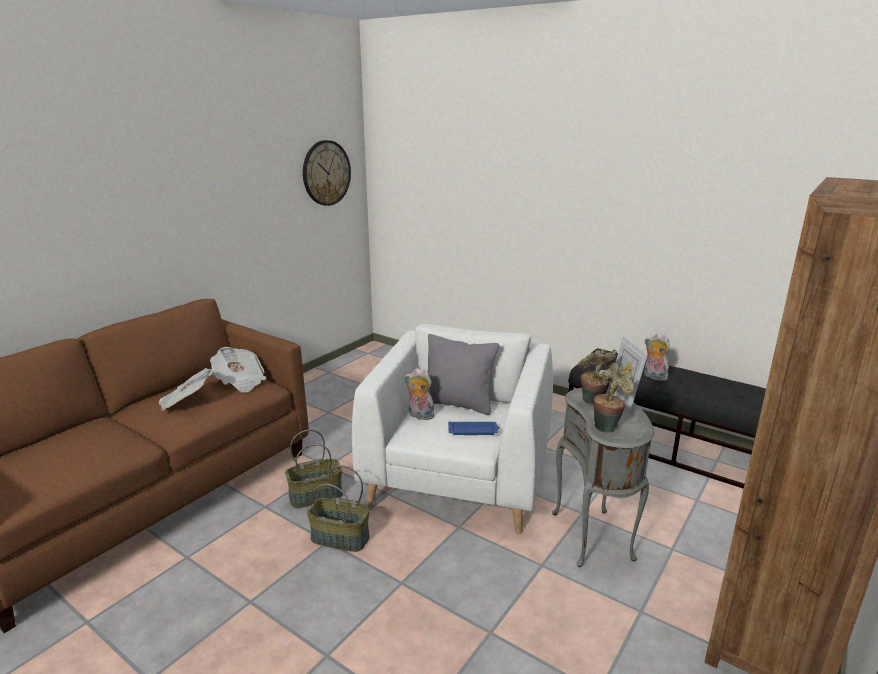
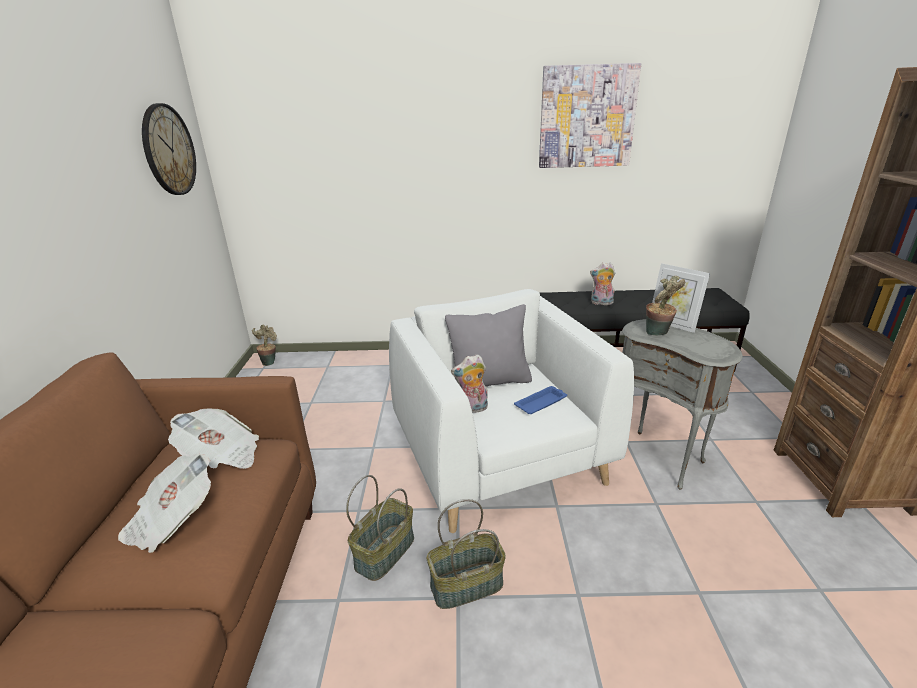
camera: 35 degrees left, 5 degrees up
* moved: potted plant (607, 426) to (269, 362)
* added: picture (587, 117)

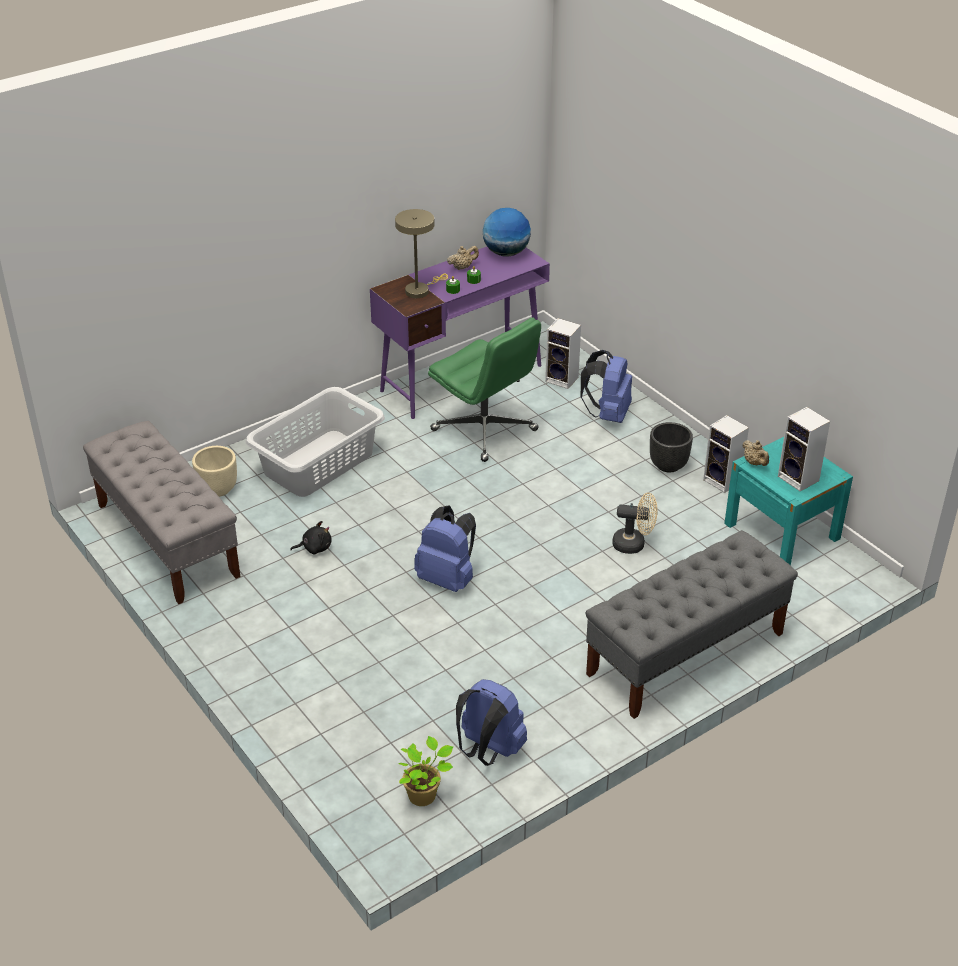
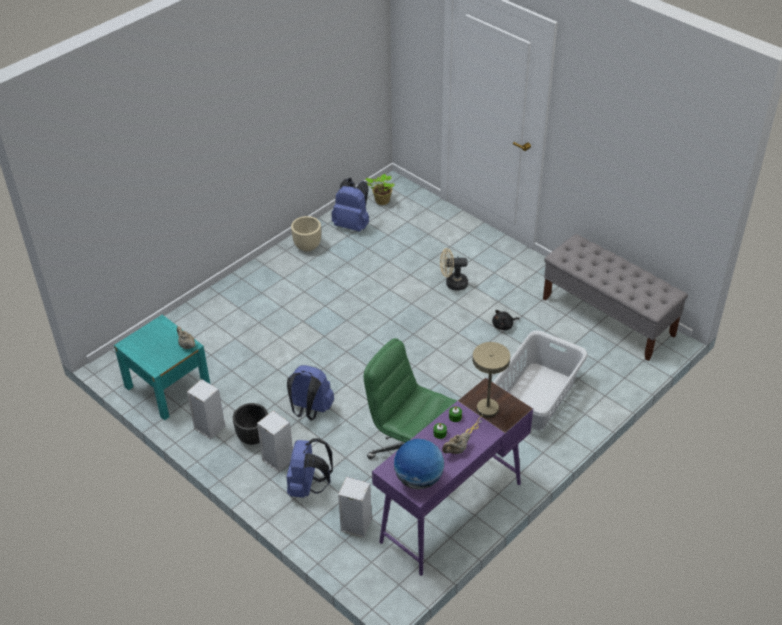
camera: 170 degrees right, 5 degrees up
* moved: speaker (800, 479) to (276, 459)
* moved: blue backpack (448, 579) to (310, 410)
* moved: beige planter (217, 489) to (308, 246)
* moved: beige fan (634, 544) to (452, 284)
* removed: grey bench (685, 654)

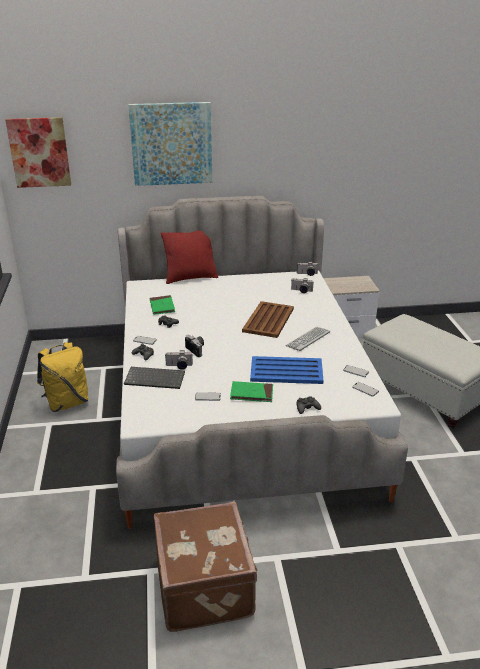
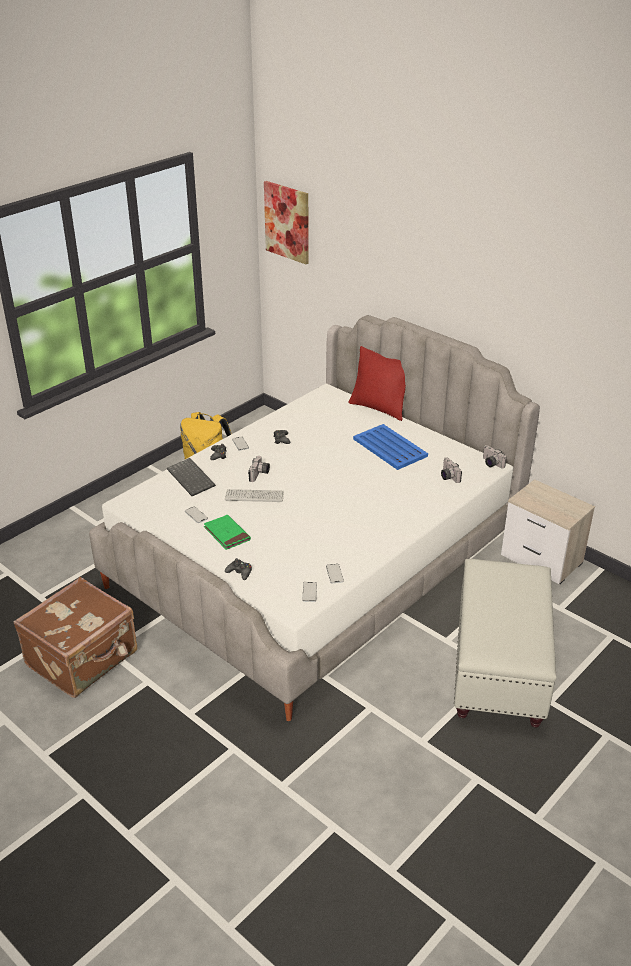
camera: 50 degrees right, 5 degrees up
* moved: keyboard (308, 339) to (254, 496)
* moved: blue tray (285, 371) to (389, 447)
* removed: picture (171, 144)
* removed: green book (162, 307)
* removed: photo camera (179, 366)
* removed: brown tray (268, 320)

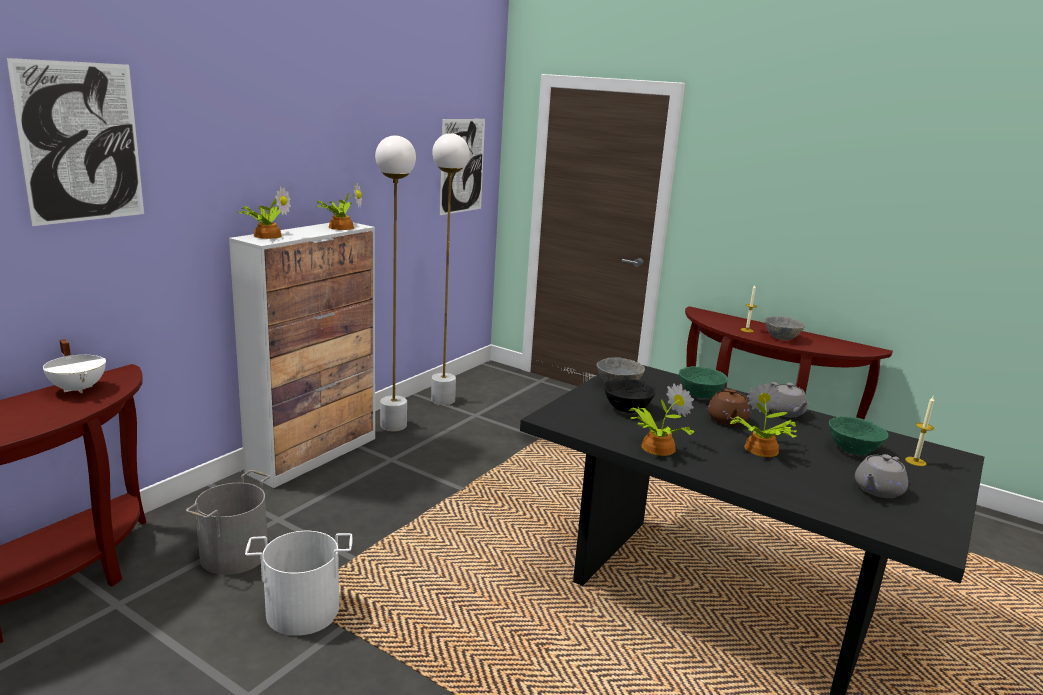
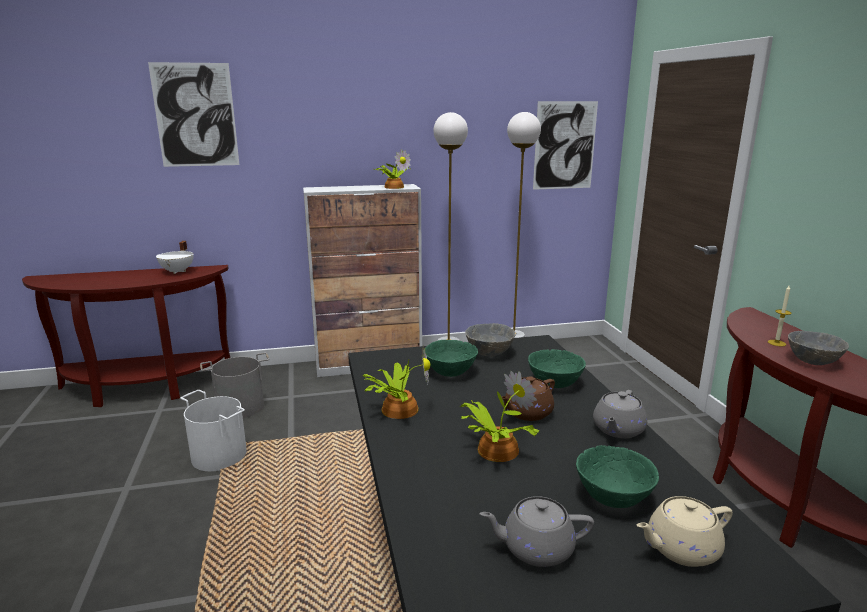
camera: 45 degrees right, 0 degrees up
* recoloured: black bowl (627, 409) to green bowl (450, 372)
* replaced: candle (915, 461) to beige teapot (680, 549)
* removed: potted plant (267, 235)

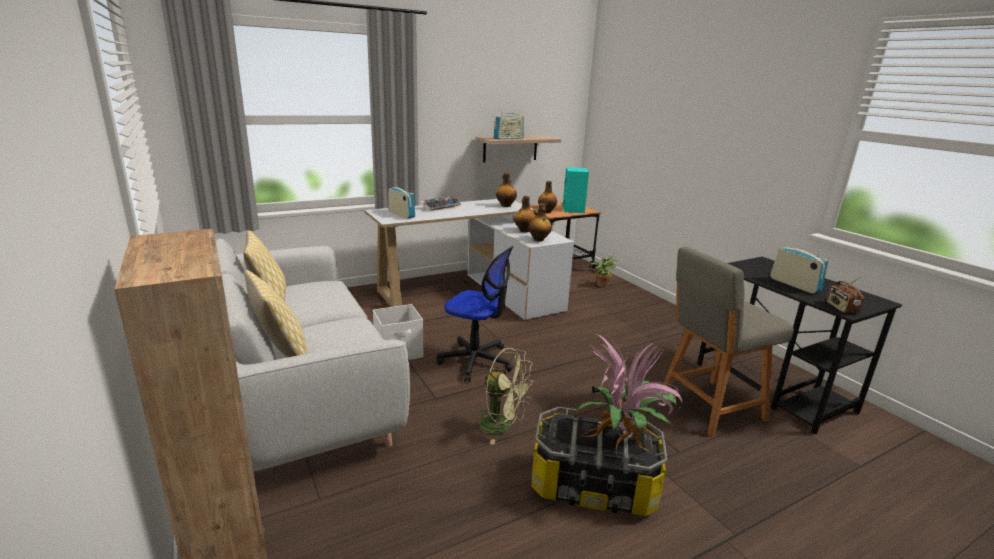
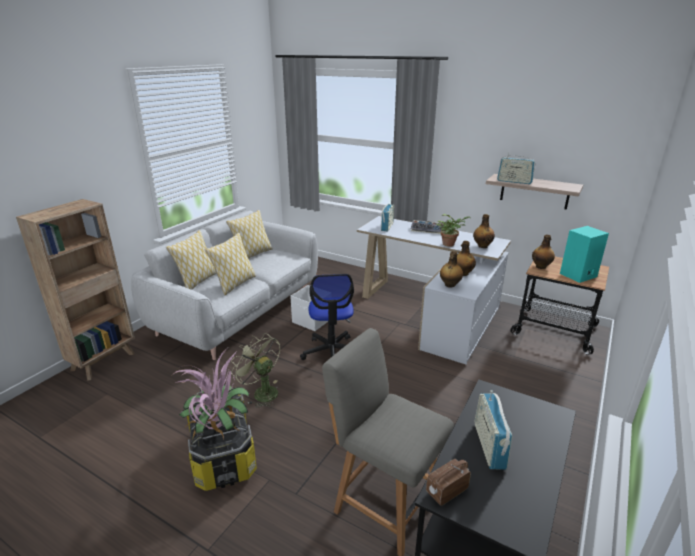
camera: 60 degrees right, 5 degrees up
* added: pillow (235, 284)
* turned: green fan (502, 427) = (261, 392) 135 degrees clockwise
* moved: potted plant (602, 284) to (450, 244)
* turned: radio (794, 285) = (489, 445) 150 degrees clockwise

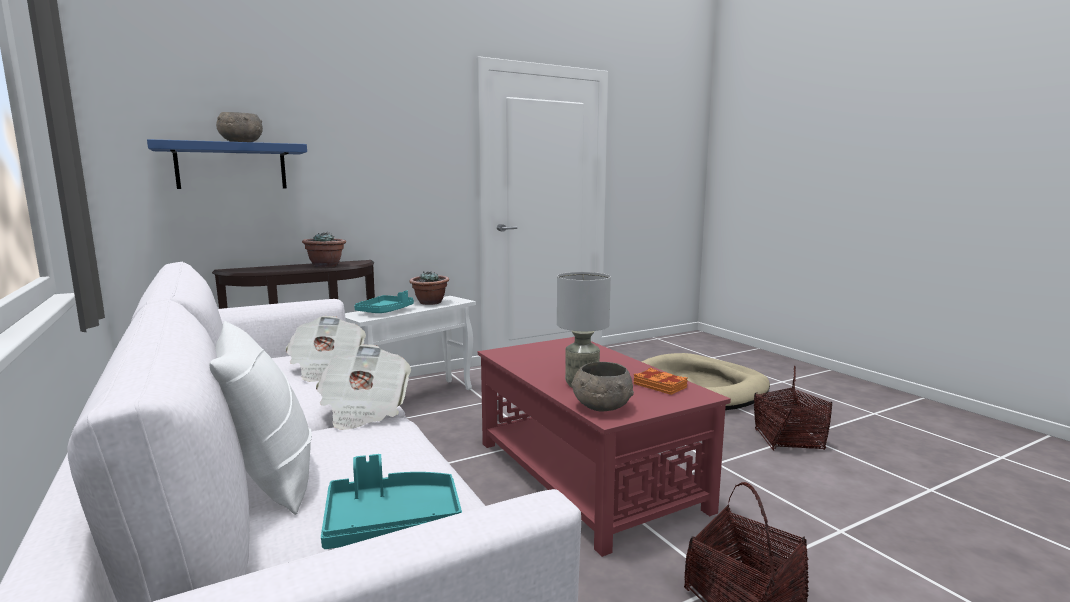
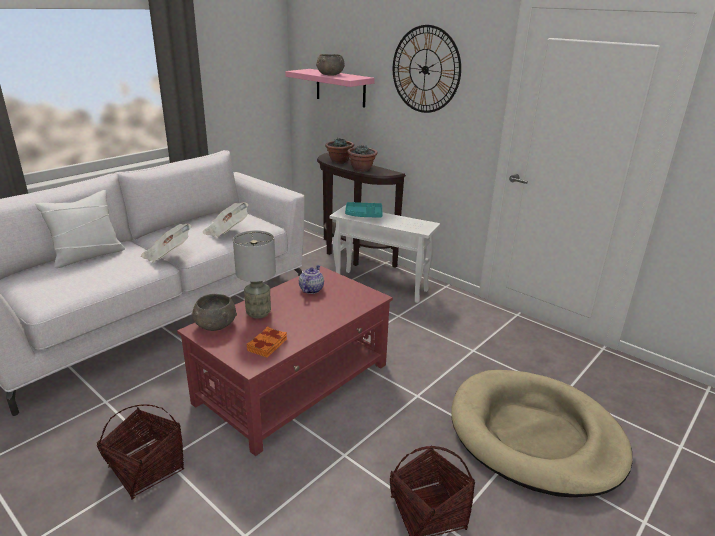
camera: 70 degrees right, 15 degrees up
* recoloured: blue shelf (231, 166) to pink shelf (340, 88)
* added: teapot (311, 289)
* moved: potted plant (430, 302) to (339, 161)
* added: wall clock (425, 70)
* removed: turquoise tray (392, 523)

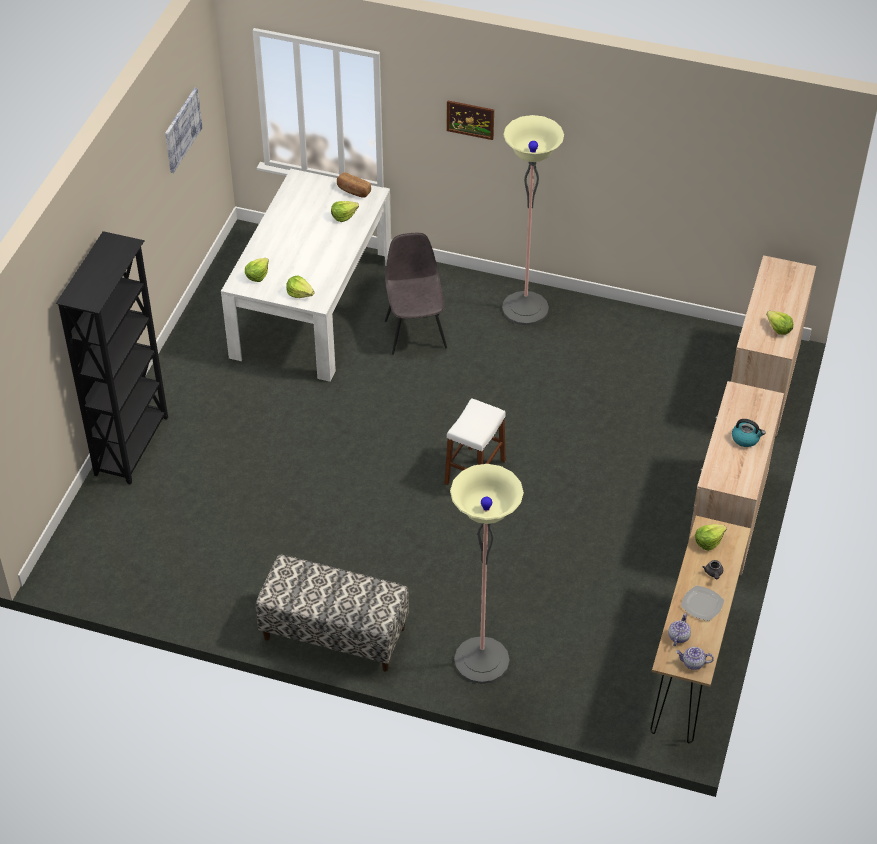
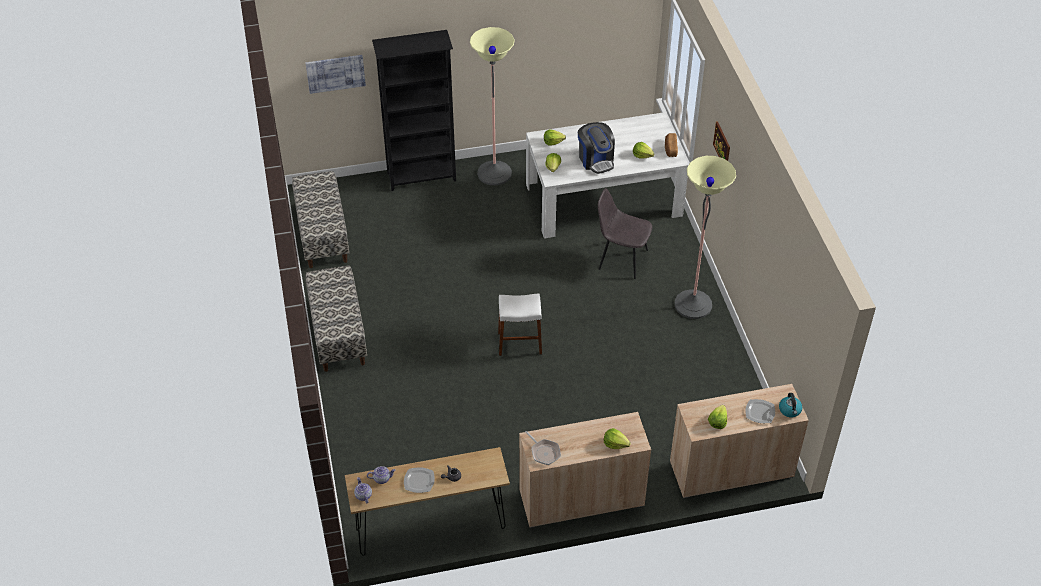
camera: 60 degrees right, 0 degrees up
* added: bench (322, 235)
* moved: picture (182, 129) to (335, 73)
* moved: floor lamp (481, 661) to (494, 173)
* added: frying pan (544, 452)
* added: coffee machine (596, 160)
* turned: grey chair (415, 333) = (621, 259) 120 degrees counterclockwise
* moved: lettuce (708, 541) to (615, 443)
* added: plate (760, 412)
* moved: kettle (746, 438) to (790, 410)

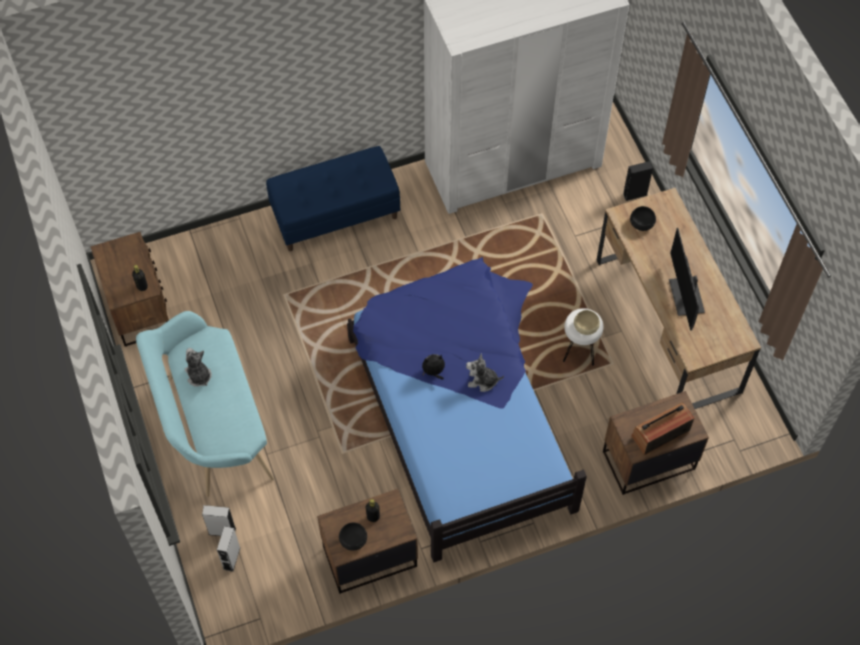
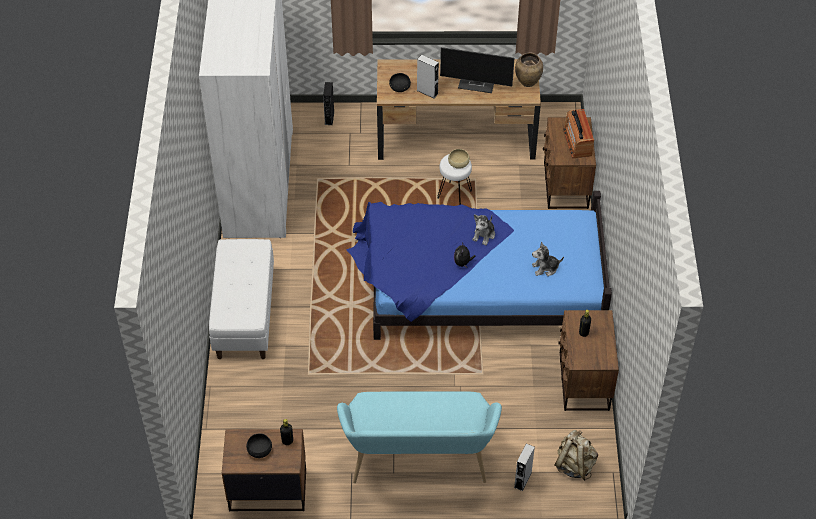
camera: 70 degrees left, 10 degrees down
* recoloured: blue bench (335, 214) to white bench (244, 314)
* moved: black bowl (353, 539) to (259, 450)
* moved: grey speaker (231, 558) to (427, 92)
* added: brown vase (527, 82)
* moved: plush toy (198, 375) to (545, 268)
* added: beige backpack (574, 465)

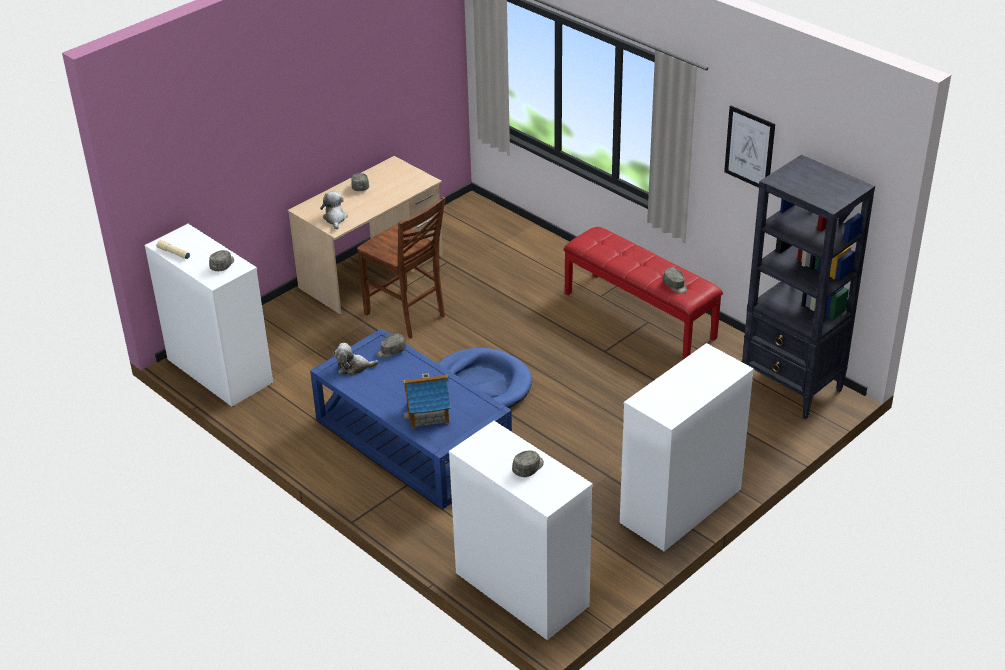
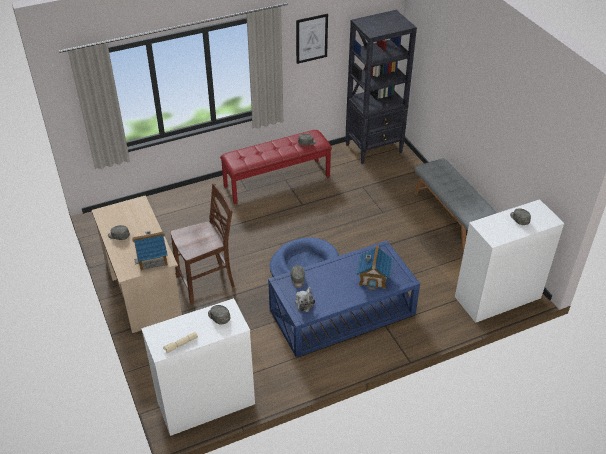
camera: 70 degrees left, 5 degrees up
* replaced: plush toy (335, 218) to toy house (152, 258)
* replaced: white dresser (680, 506) to grey bench (451, 216)

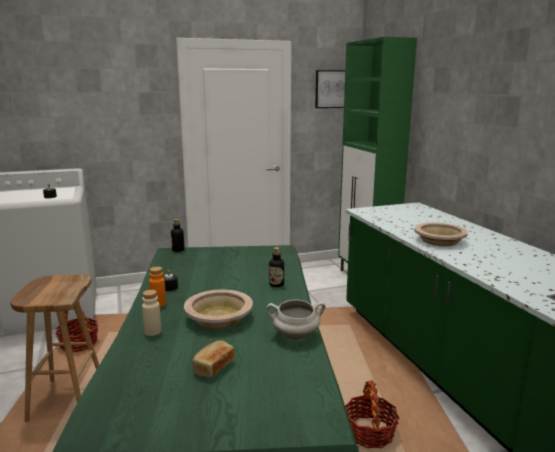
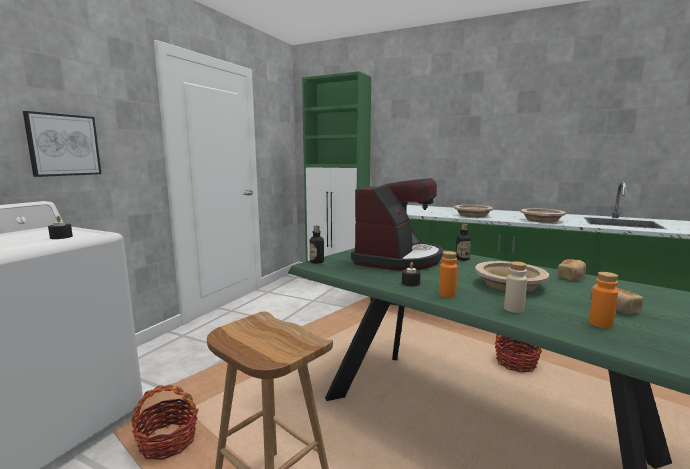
camera: 45 degrees left, 5 degrees down
* moved: picture (332, 89) to (63, 145)
* added: coffee machine (398, 259)
* added: beige bowl (541, 220)
* replaced: white cooking pot (295, 336) to bread (571, 276)
* added: orange bottle (600, 324)

